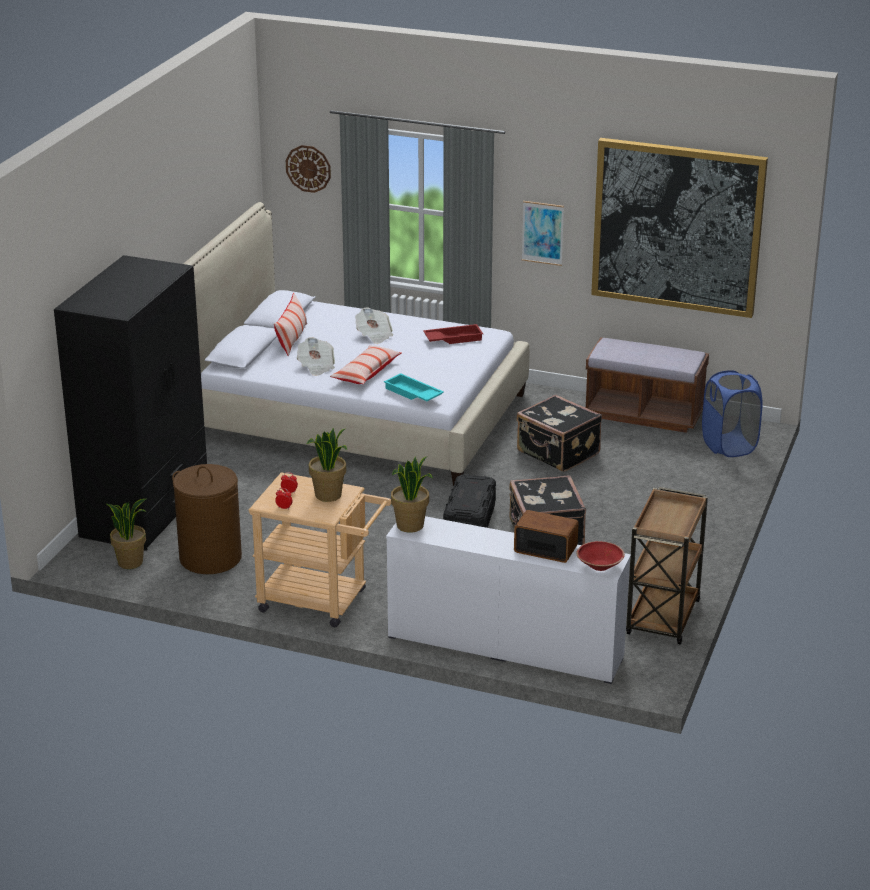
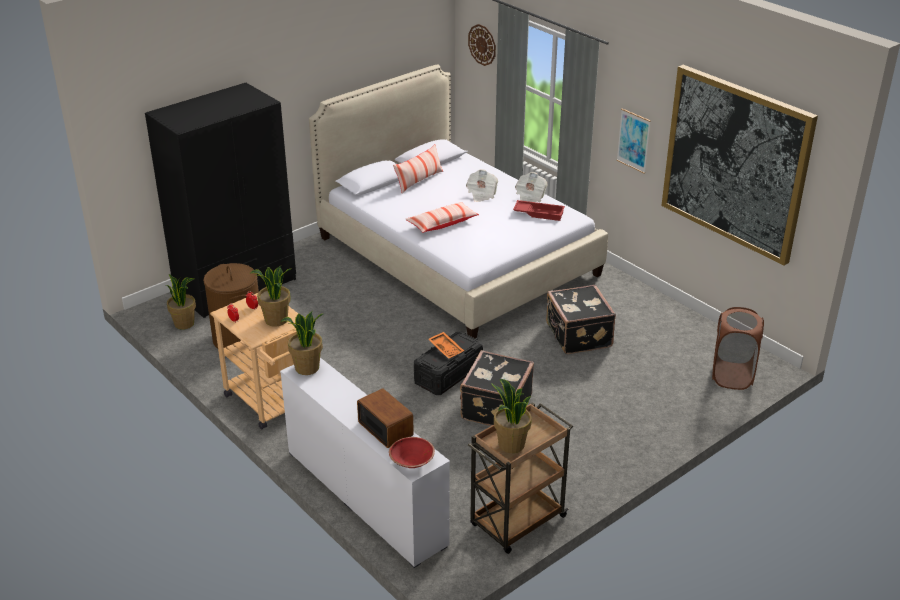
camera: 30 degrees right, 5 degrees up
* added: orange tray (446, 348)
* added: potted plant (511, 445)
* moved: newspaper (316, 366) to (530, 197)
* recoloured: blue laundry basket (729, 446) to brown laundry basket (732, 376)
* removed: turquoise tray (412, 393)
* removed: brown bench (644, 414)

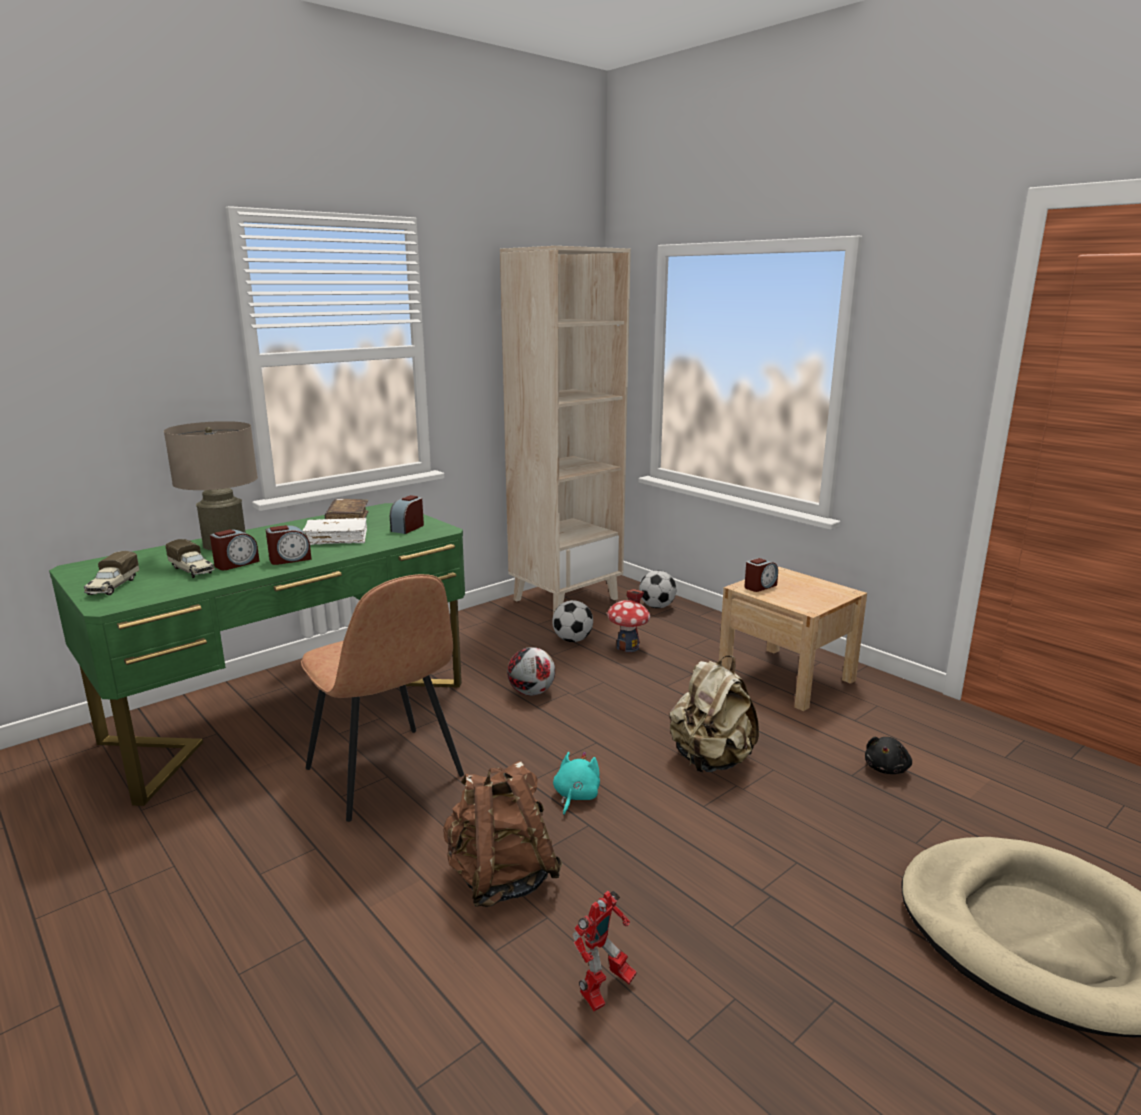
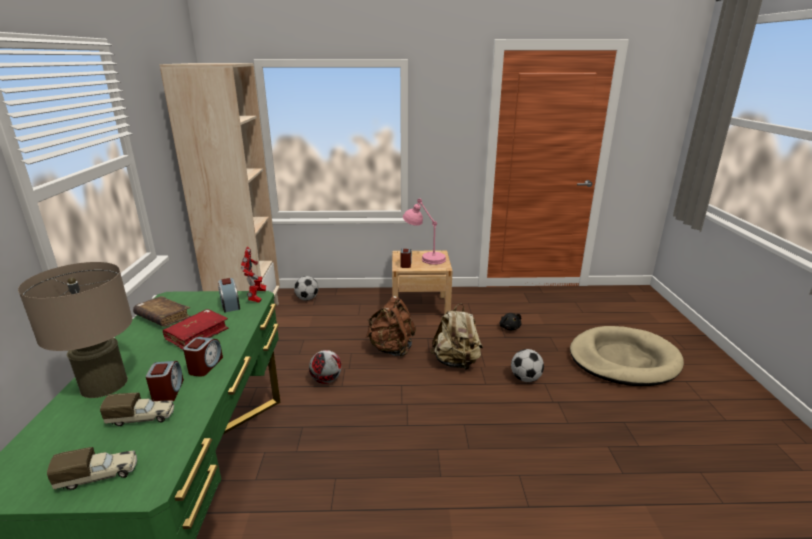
camera: 50 degrees left, 5 degrees up
* turned: toy truck (112, 587) = (99, 475) 60 degrees counterclockwise
* recoloured: white book (336, 538) to red book (197, 335)
* moved: toy robot (604, 991) to (256, 298)
* moved: brown backpack (501, 878) to (391, 349)
* added: pink table lamp (424, 257)
* moved: football (573, 640) to (525, 378)
* removed: brown chair (386, 774)
* removed: turquoise plush toy (575, 796)
* removed: toy house (628, 647)

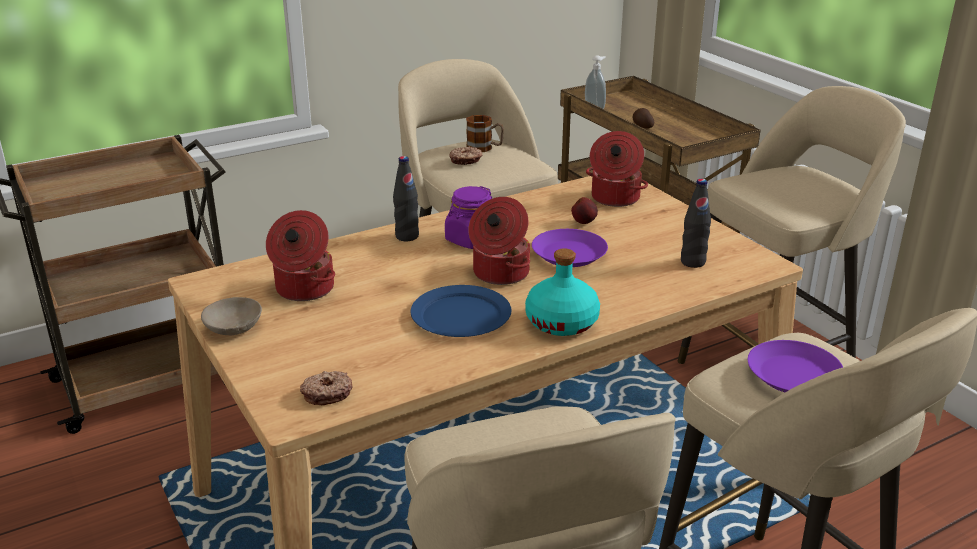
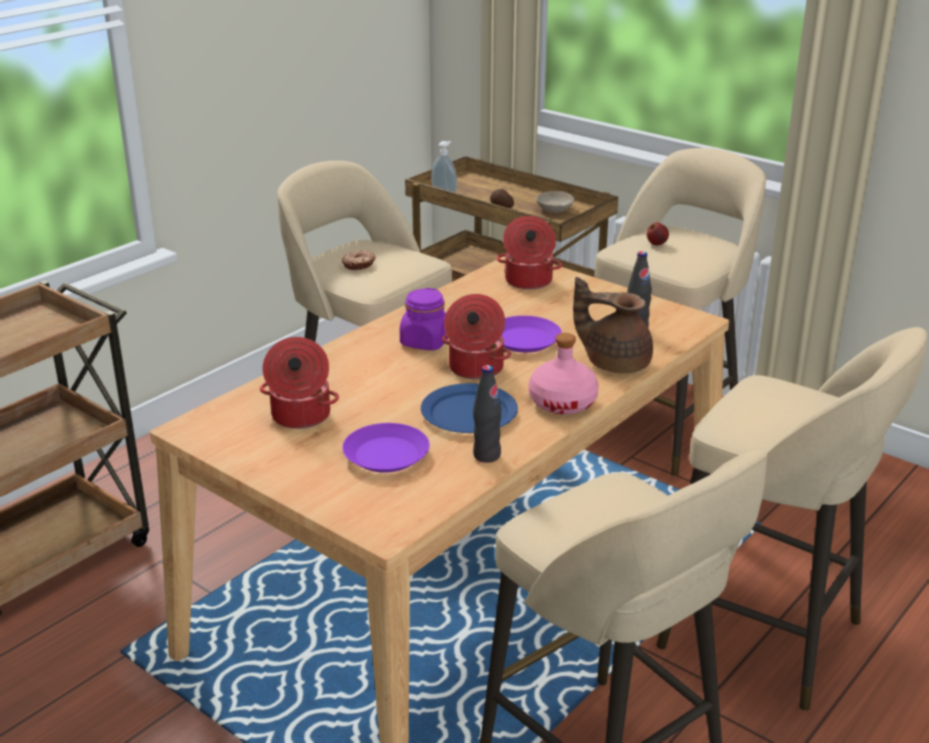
camera: 20 degrees left, 0 degrees up
* moved: purple plate (794, 376) to (386, 456)
* moved: black bottle (407, 236) to (486, 455)
* recoloured: turquoise bottle (562, 322) to pink bottle (562, 402)
* moved: beige bowl (233, 327) to (553, 209)
* added: brown teapot (614, 362)
* moved: apple (584, 222) to (656, 244)
* removed: donut (327, 394)
* removed: mug (484, 148)

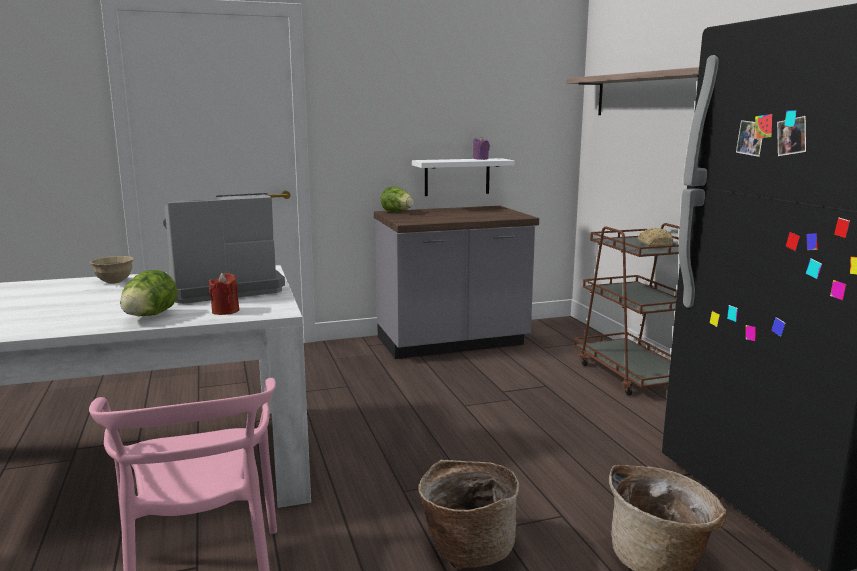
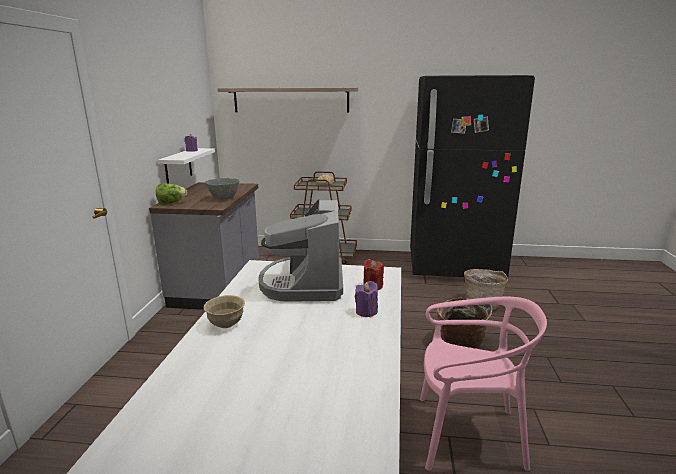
camera: 65 degrees left, 5 degrees up
* added: grey bowl (224, 198)
* replaced: lettuce (149, 316) to purple candle (366, 311)

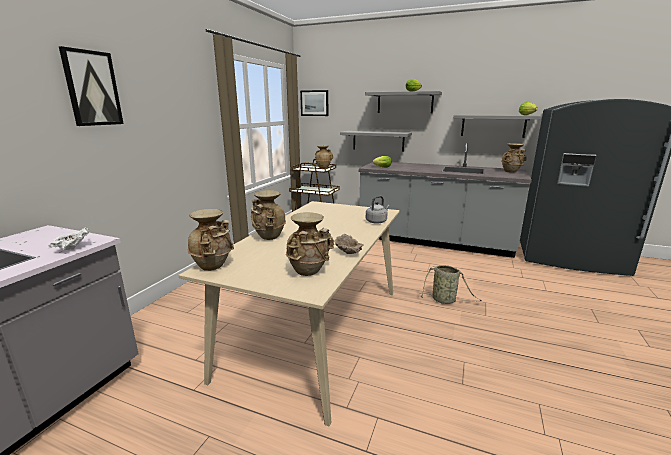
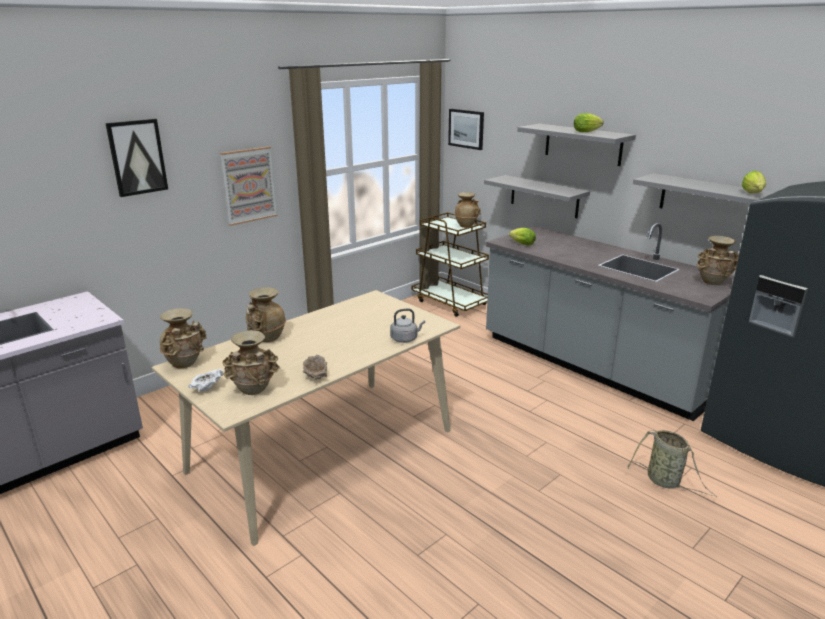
camera: 25 degrees right, 5 degrees up
* moved: white bowl (72, 248) to (207, 389)
* added: picture (249, 185)
* moved: basket (445, 300) to (665, 482)

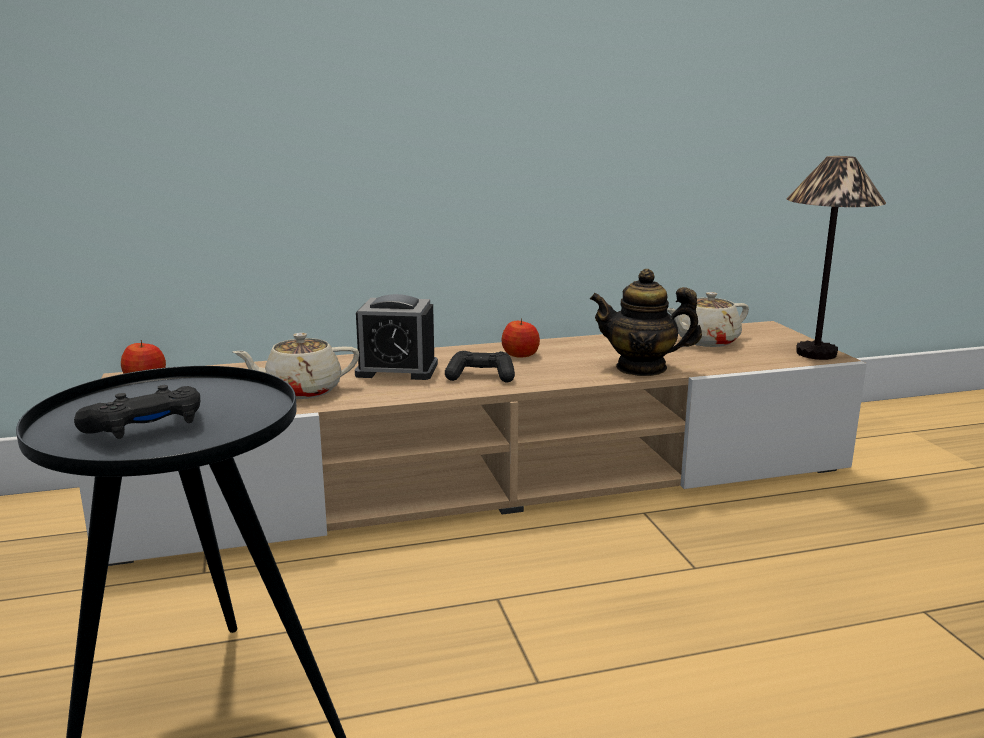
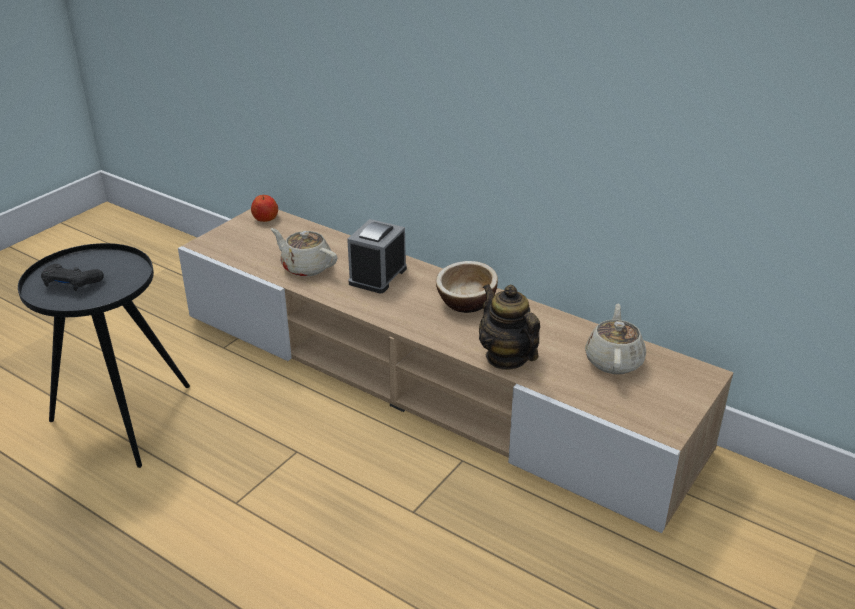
camera: 50 degrees right, 15 degrees up
* turned: alarm clock (397, 370) = (378, 276) 60 degrees clockwise
* replaced: apple (520, 355) to bowl (466, 302)
* turned: beige teapot (705, 341) = (614, 361) 75 degrees clockwise
* removed: black game controller (481, 376)
* removed: table lamp (815, 353)

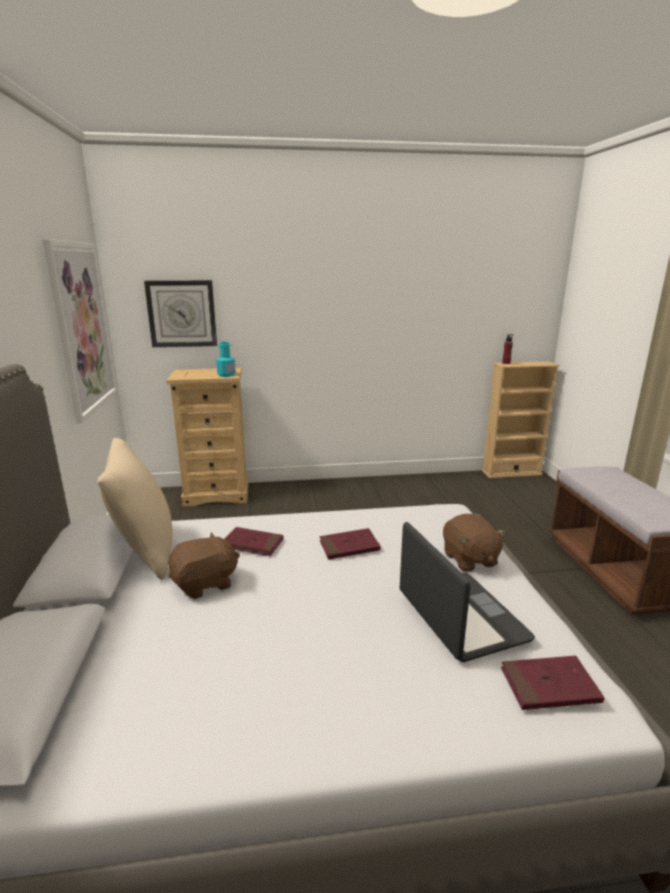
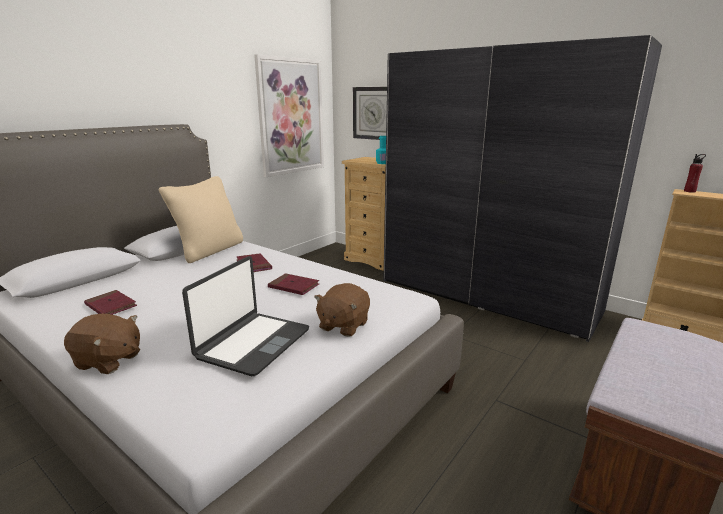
camera: 45 degrees right, 0 degrees up
* moved: brown plush toy (205, 583) to (108, 361)
* moved: red book (549, 686) to (111, 306)
* added: grey wardrobe (486, 295)

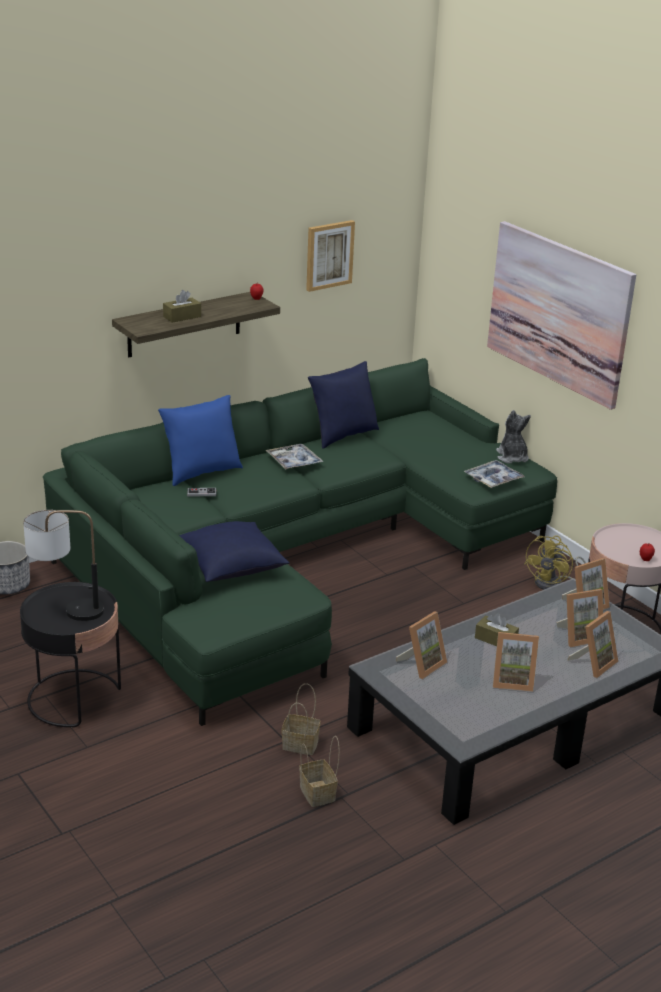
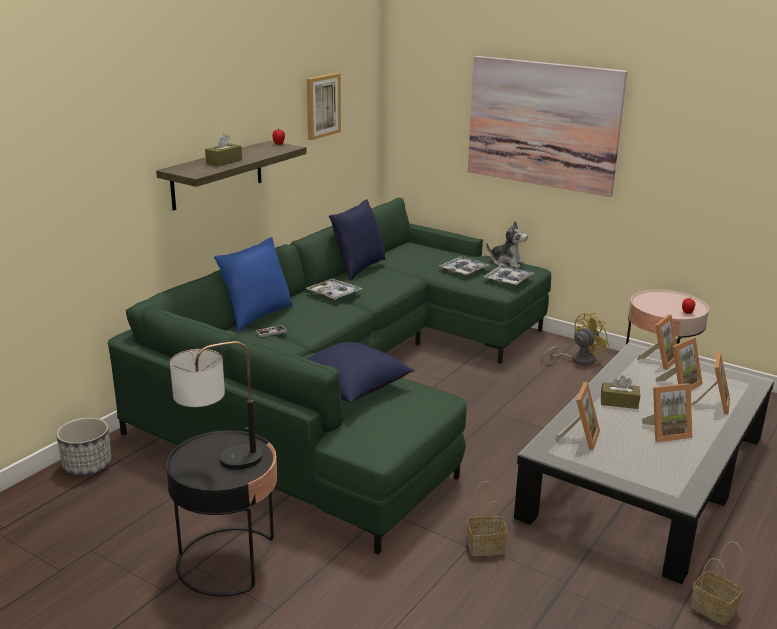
camera: 20 degrees left, 5 degrees down
* added: tray (464, 270)
* turned: plush toy (512, 457) = (507, 263) 150 degrees clockwise
* turned: yellow fan (554, 583) = (577, 360) 135 degrees counterclockwise
* moved: basket (318, 794) to (715, 609)

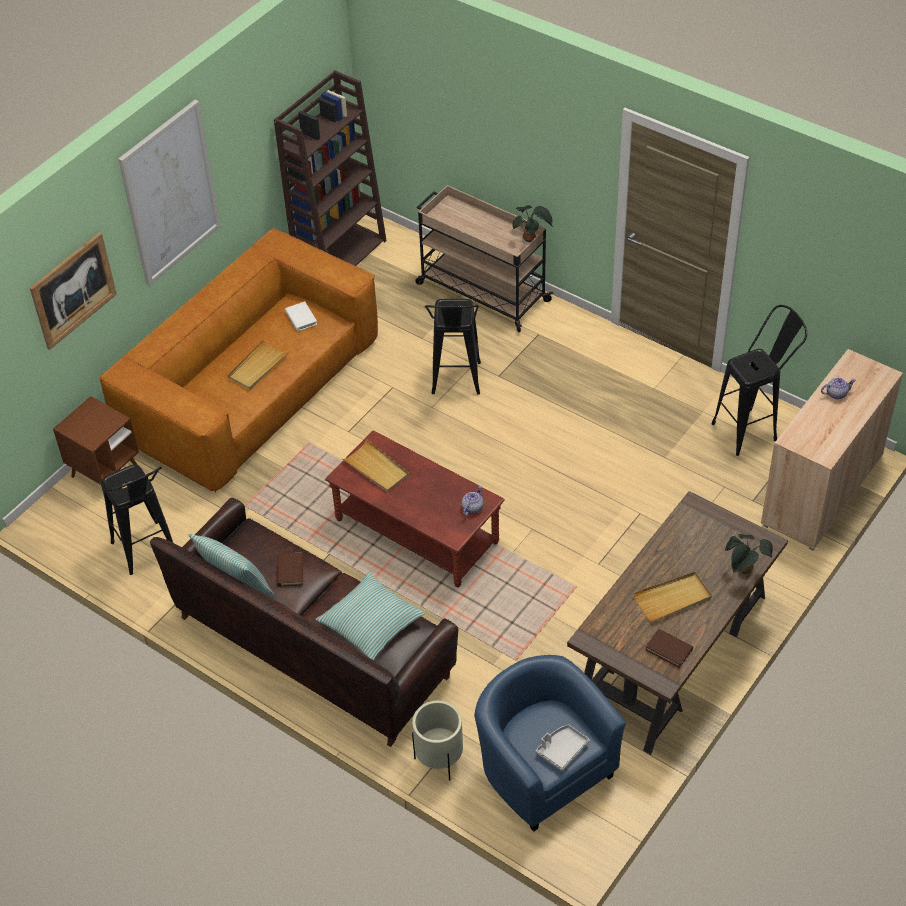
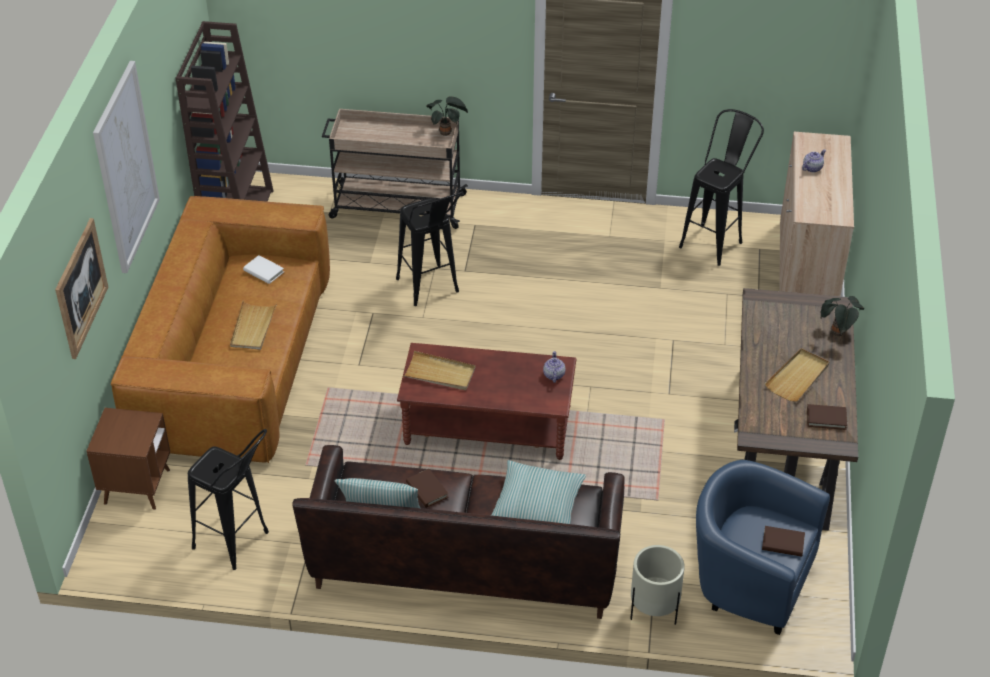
camera: 30 degrees left, 5 degrees down
* replaced: grey tray (562, 750) to brown book (783, 543)

